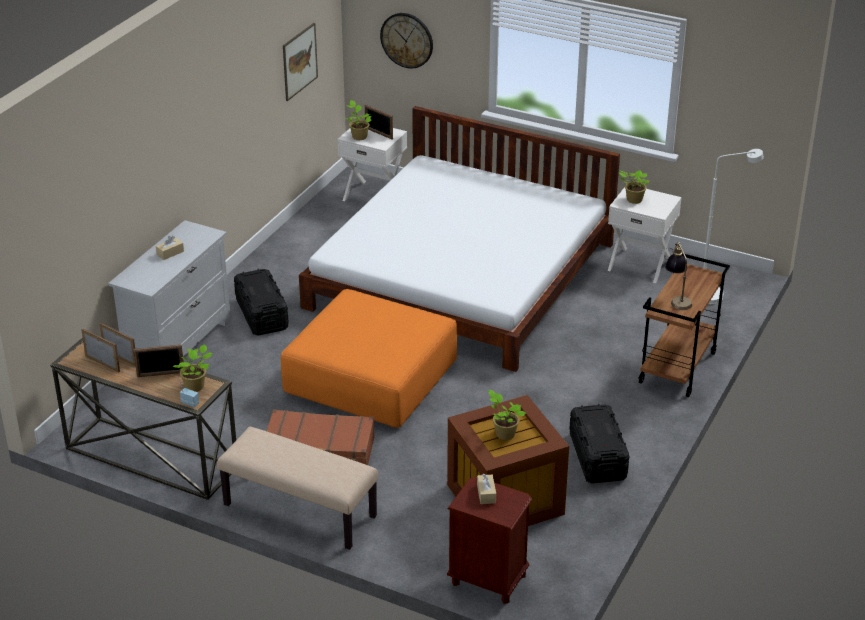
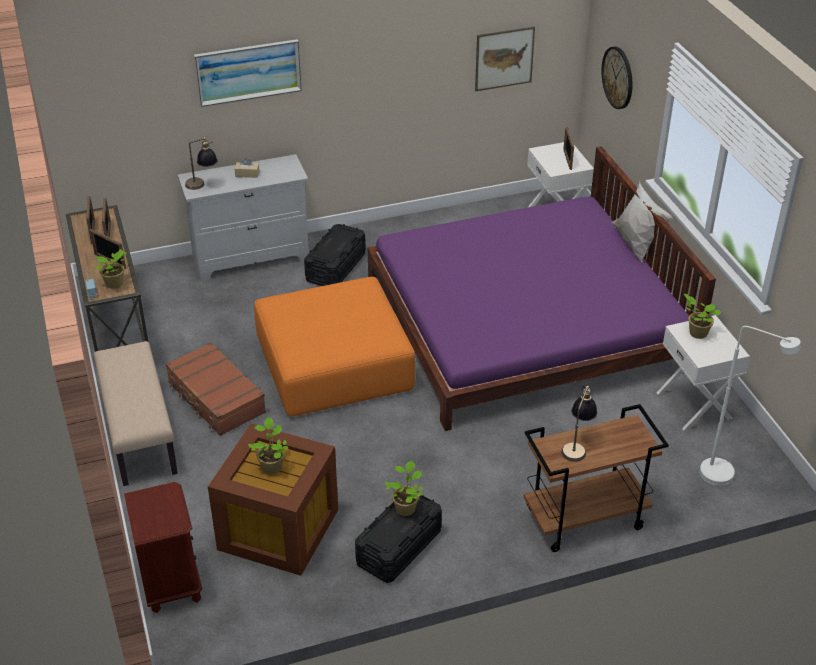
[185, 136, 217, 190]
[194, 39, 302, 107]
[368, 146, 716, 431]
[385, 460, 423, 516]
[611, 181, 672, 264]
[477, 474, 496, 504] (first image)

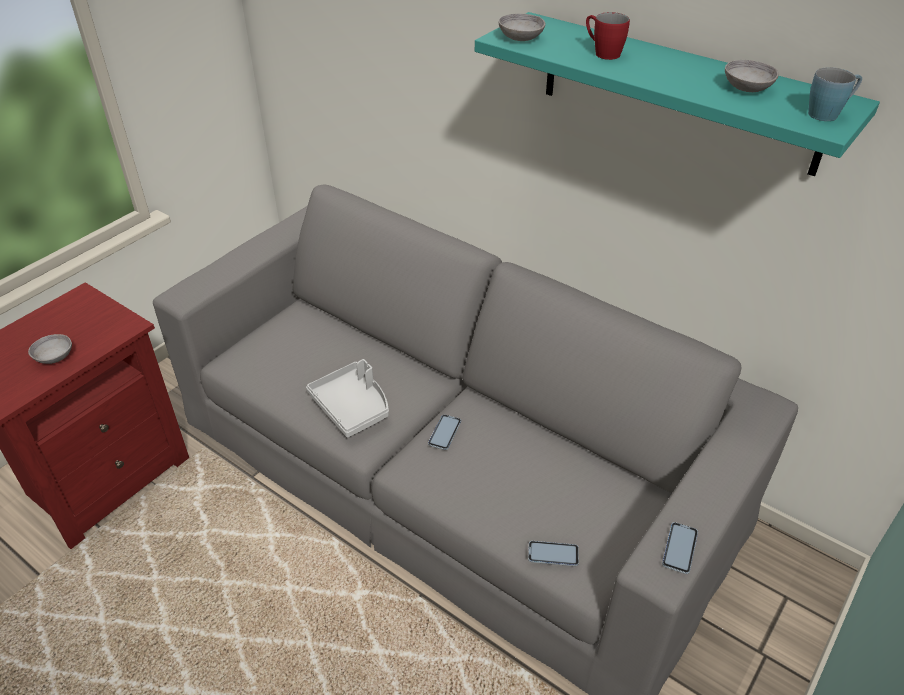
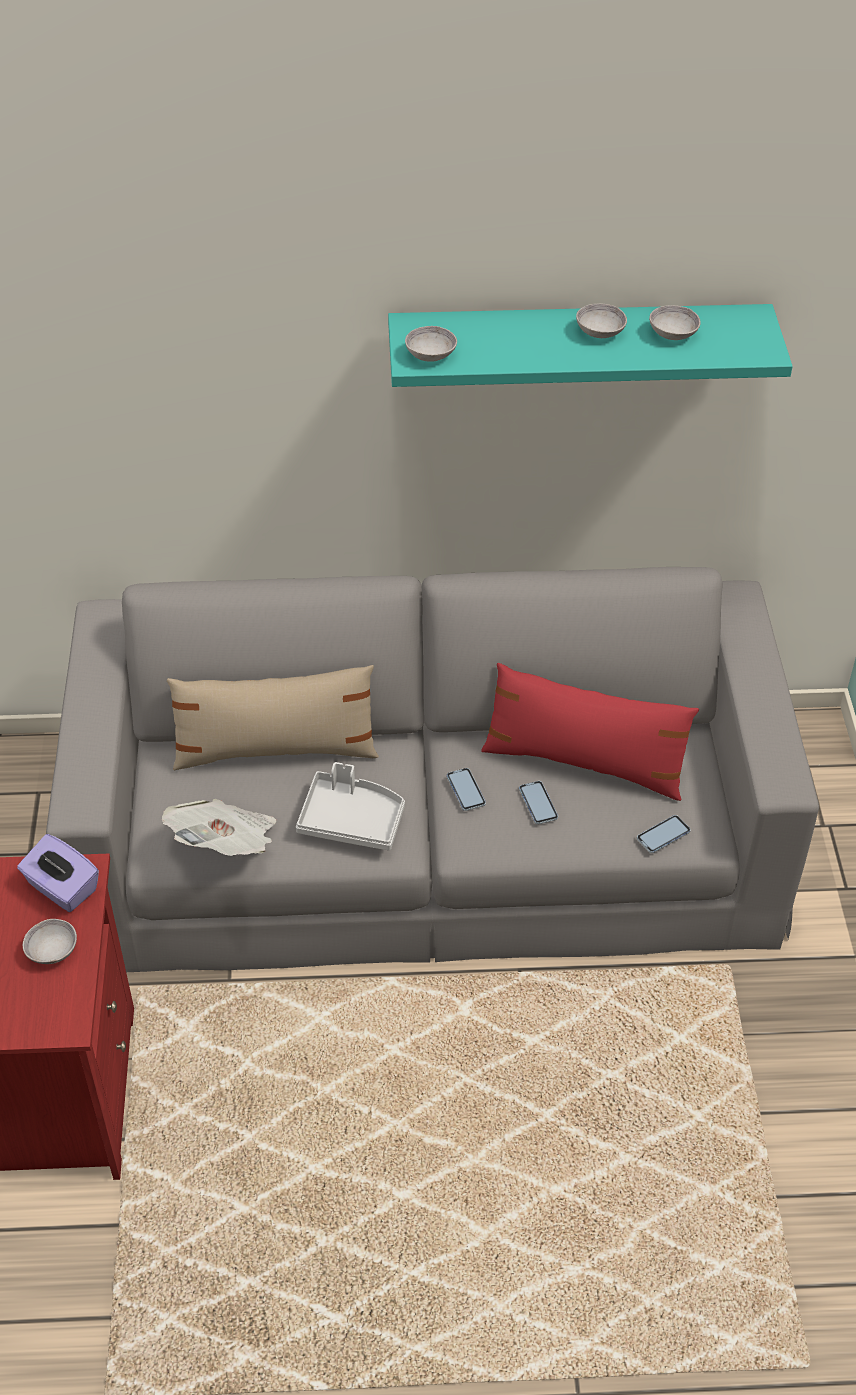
[17, 834, 99, 912]
[162, 799, 276, 856]
[167, 665, 379, 771]
[481, 663, 699, 801]
[519, 781, 558, 824]
[576, 303, 627, 338]
[586, 12, 630, 60] (first image)
[808, 67, 862, 121] (first image)

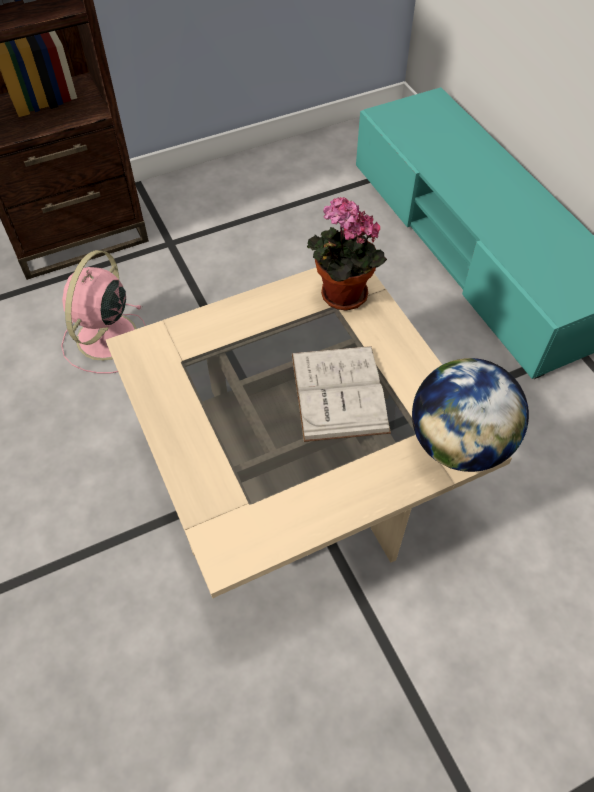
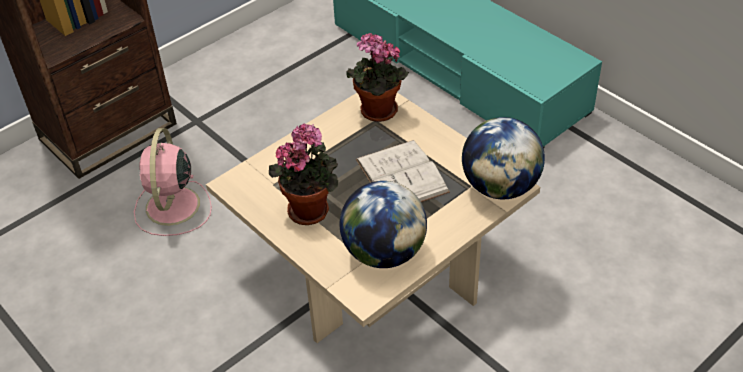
[269, 124, 338, 225]
[340, 181, 427, 268]

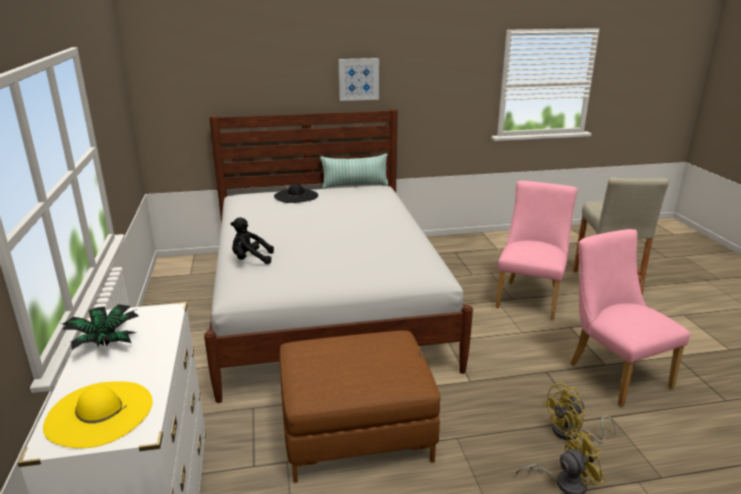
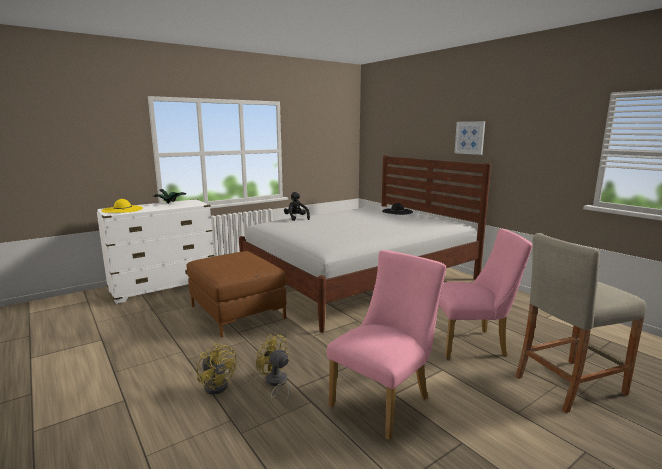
[320, 154, 388, 189] (first image)

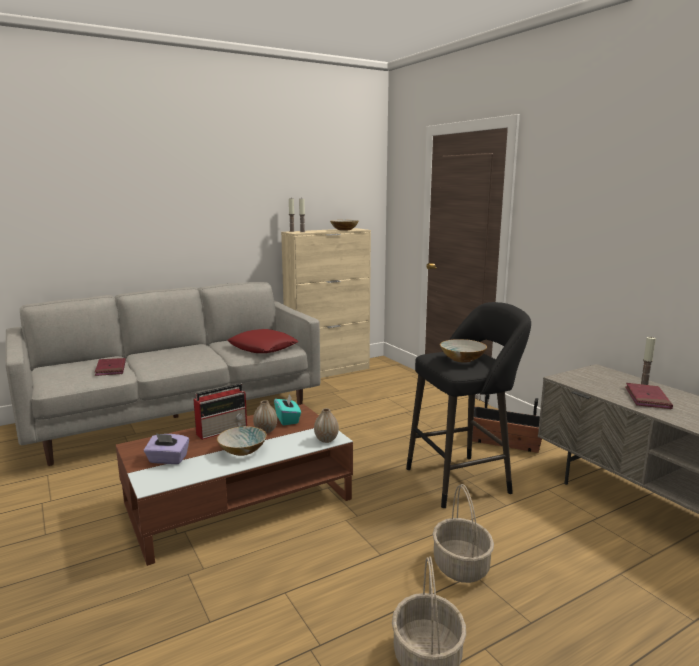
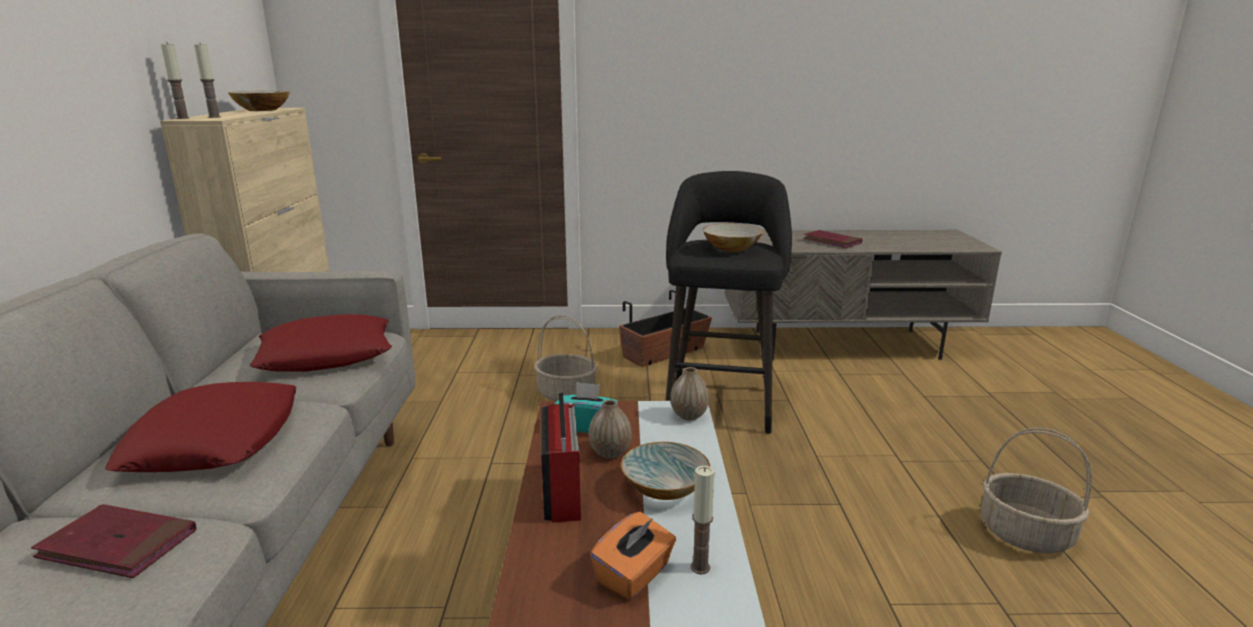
[105, 382, 297, 472]
[534, 315, 598, 401]
[590, 511, 676, 600]
[691, 466, 714, 574]

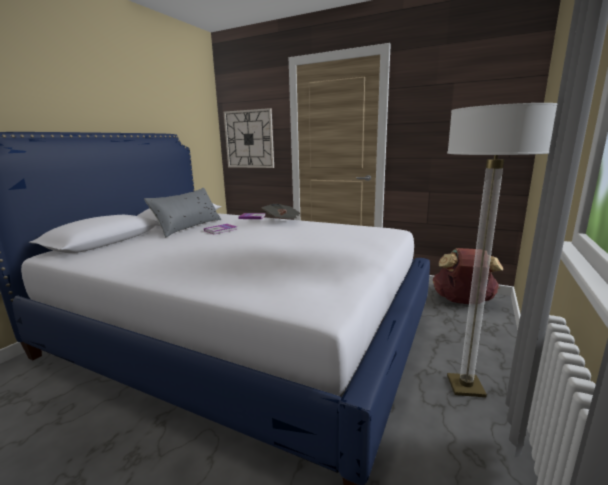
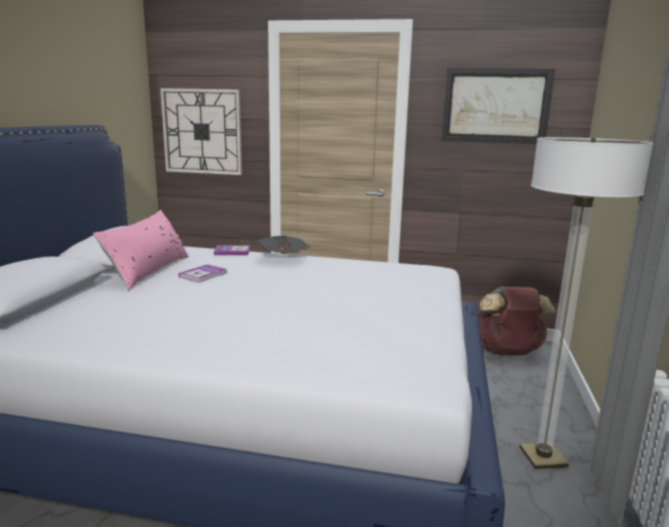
[93, 210, 189, 291]
[442, 68, 555, 144]

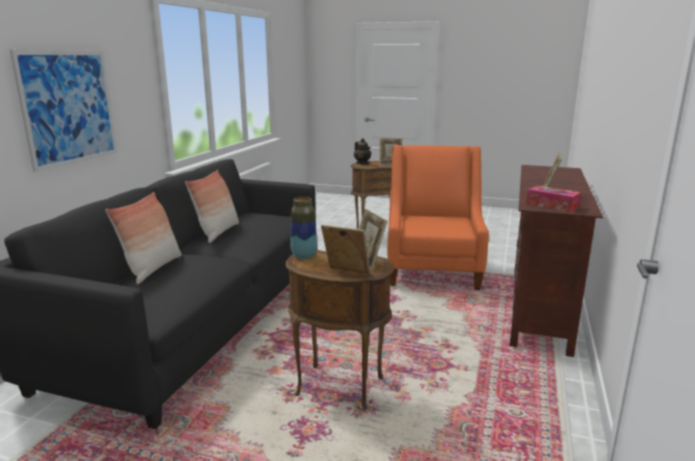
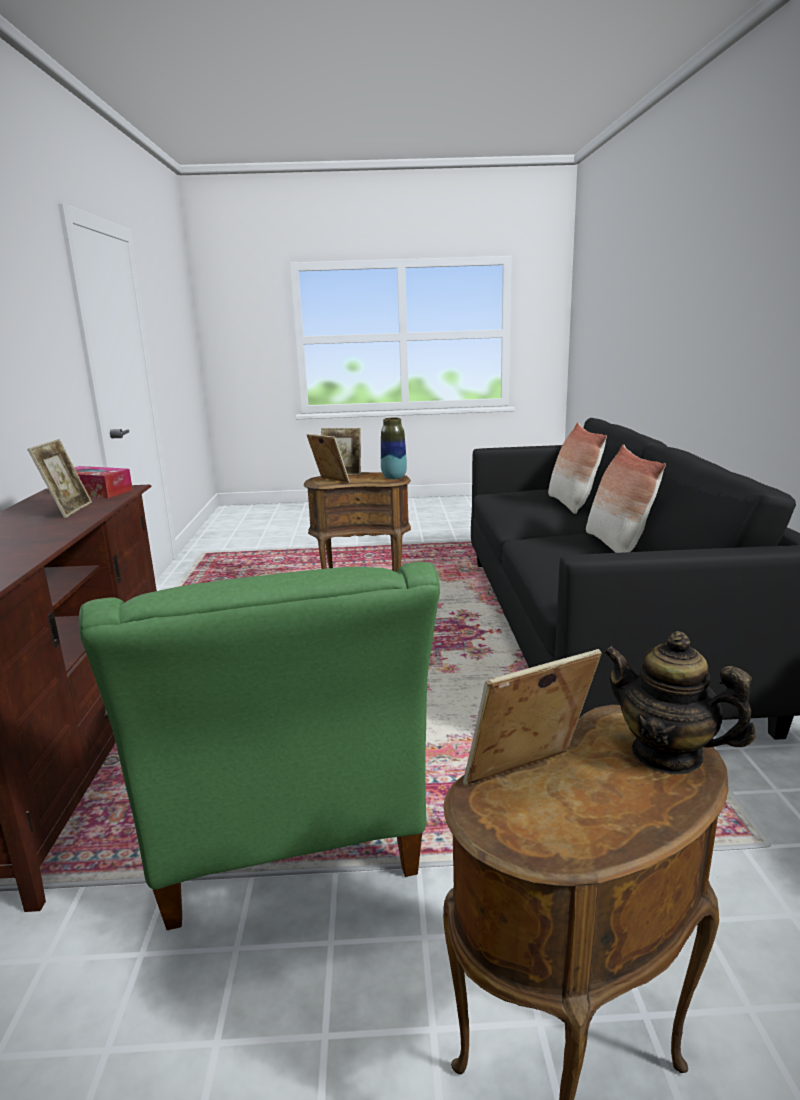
[79, 562, 440, 930]
[10, 50, 117, 172] (first image)

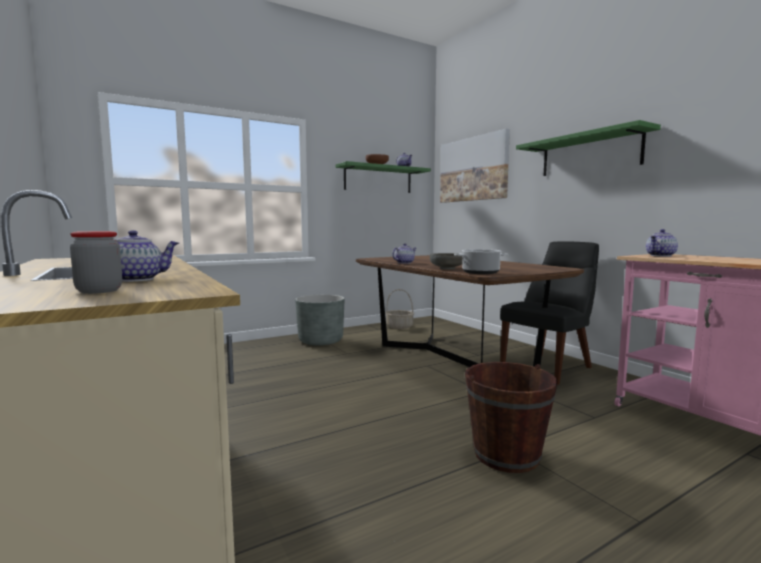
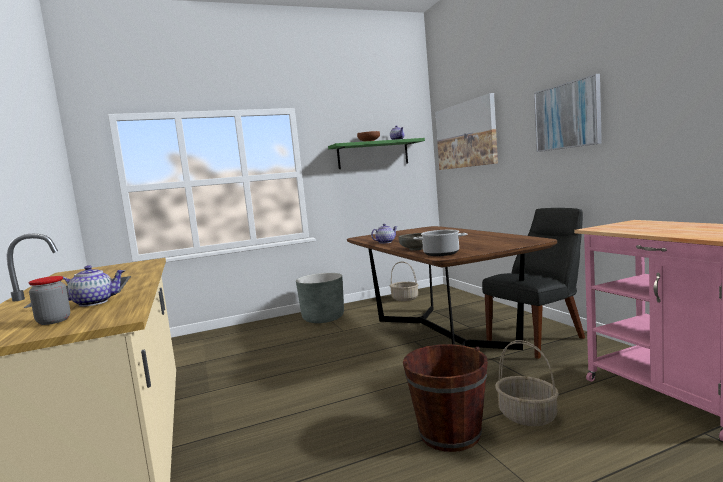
[495, 340, 559, 426]
[534, 74, 602, 152]
[646, 229, 678, 257] (first image)

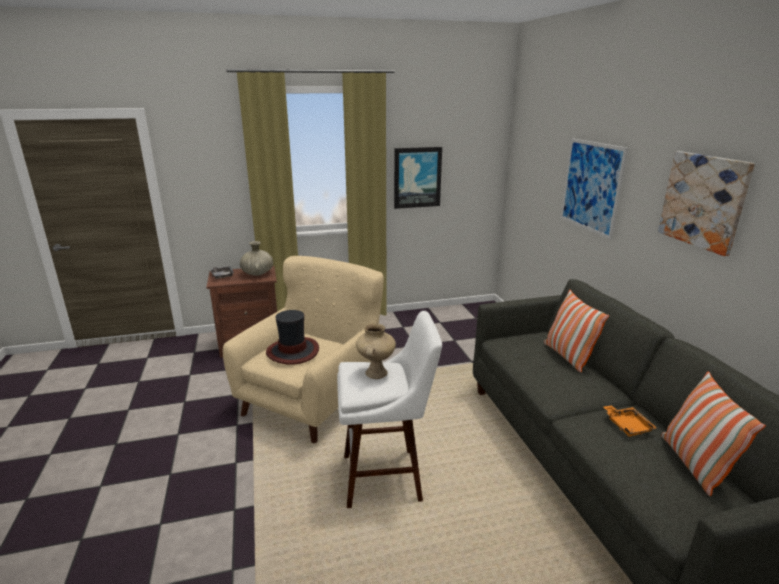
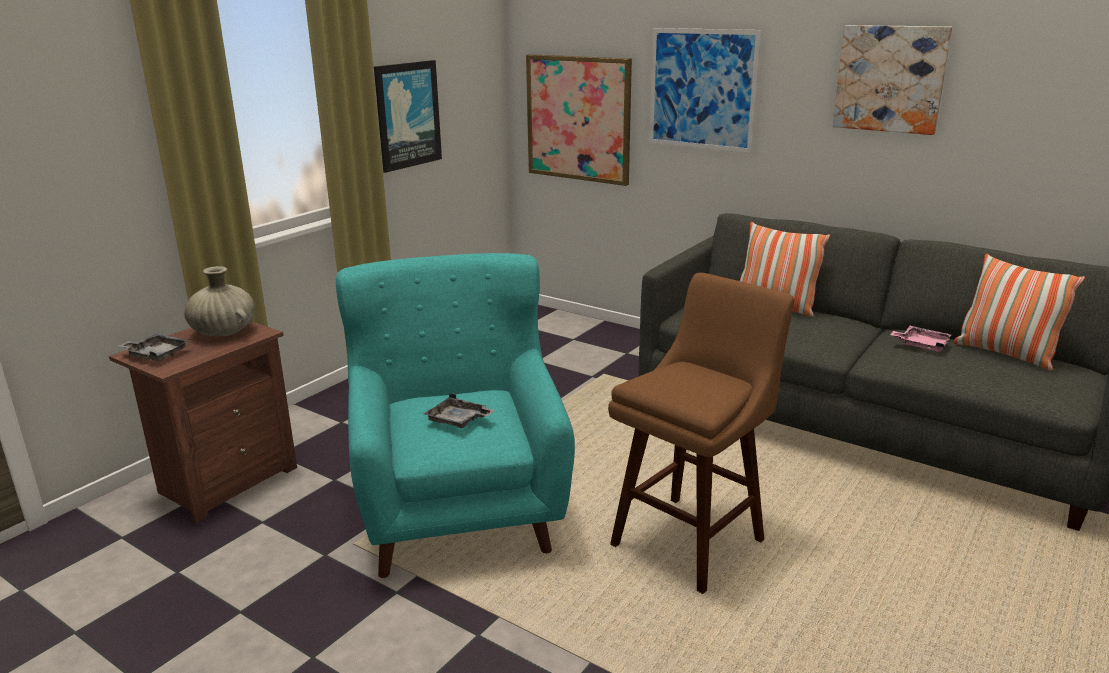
[336, 253, 575, 578]
[424, 393, 495, 428]
[526, 54, 632, 186]
[608, 273, 794, 594]
[890, 326, 951, 352]
[356, 323, 396, 379] (first image)

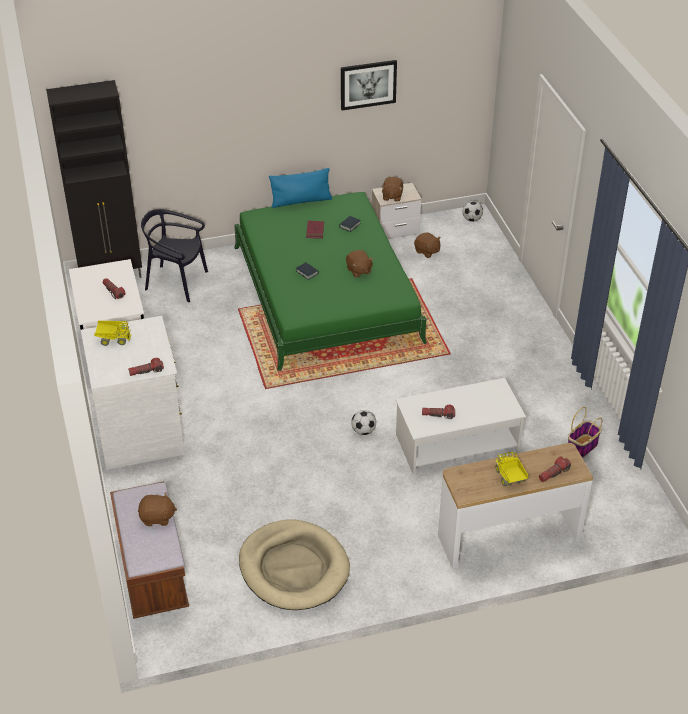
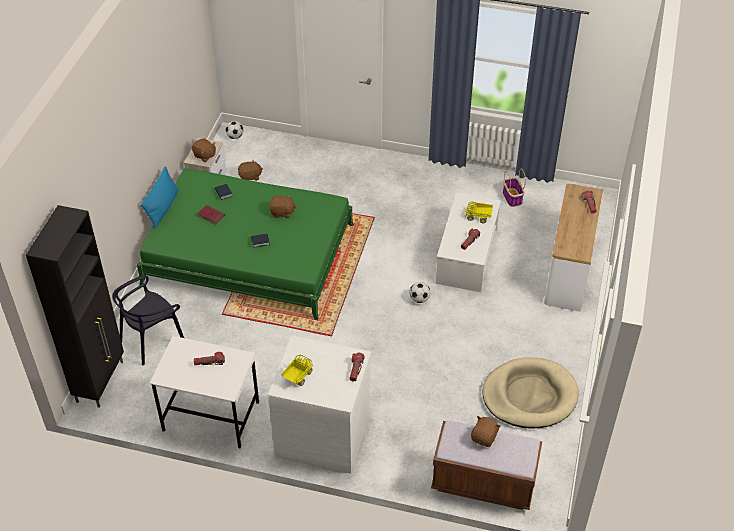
[465, 201, 493, 223]
[341, 60, 397, 110] (first image)

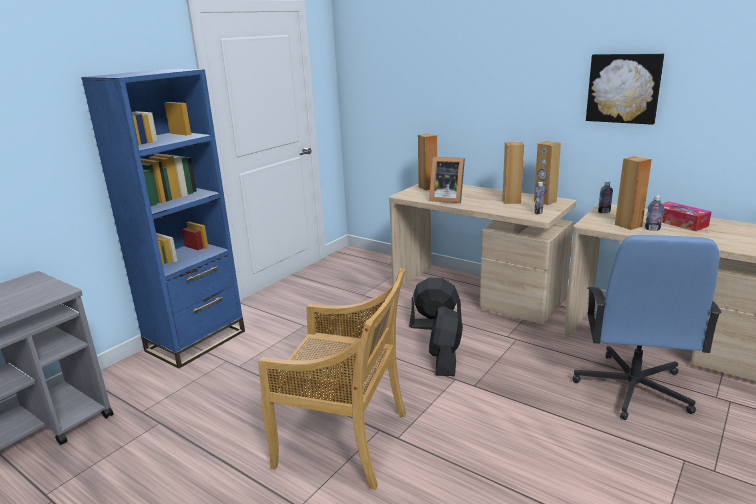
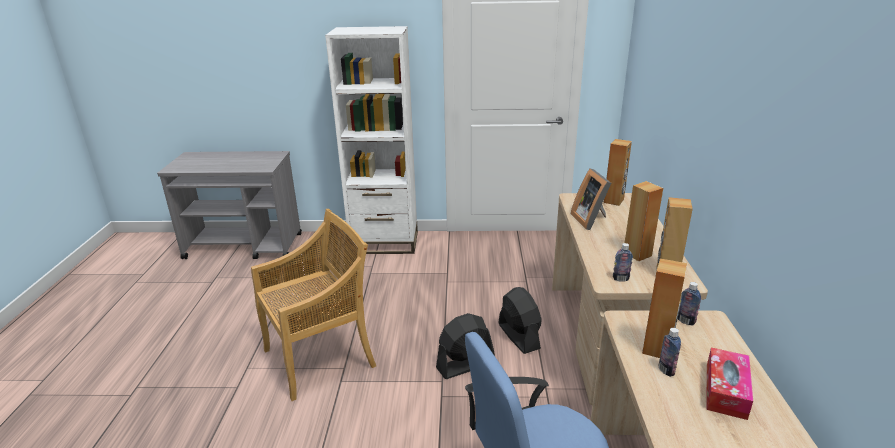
[251, 209, 376, 401]
[325, 26, 418, 254]
[586, 54, 664, 125] (first image)

